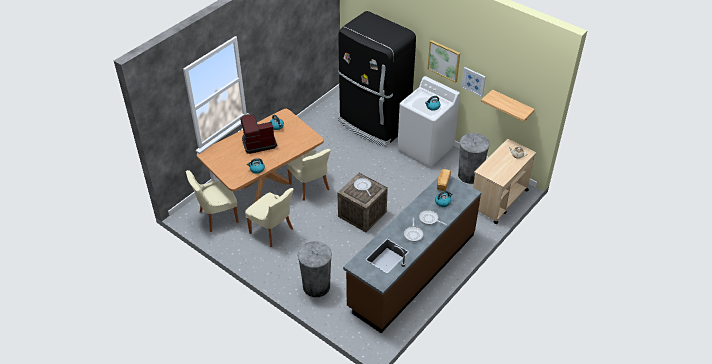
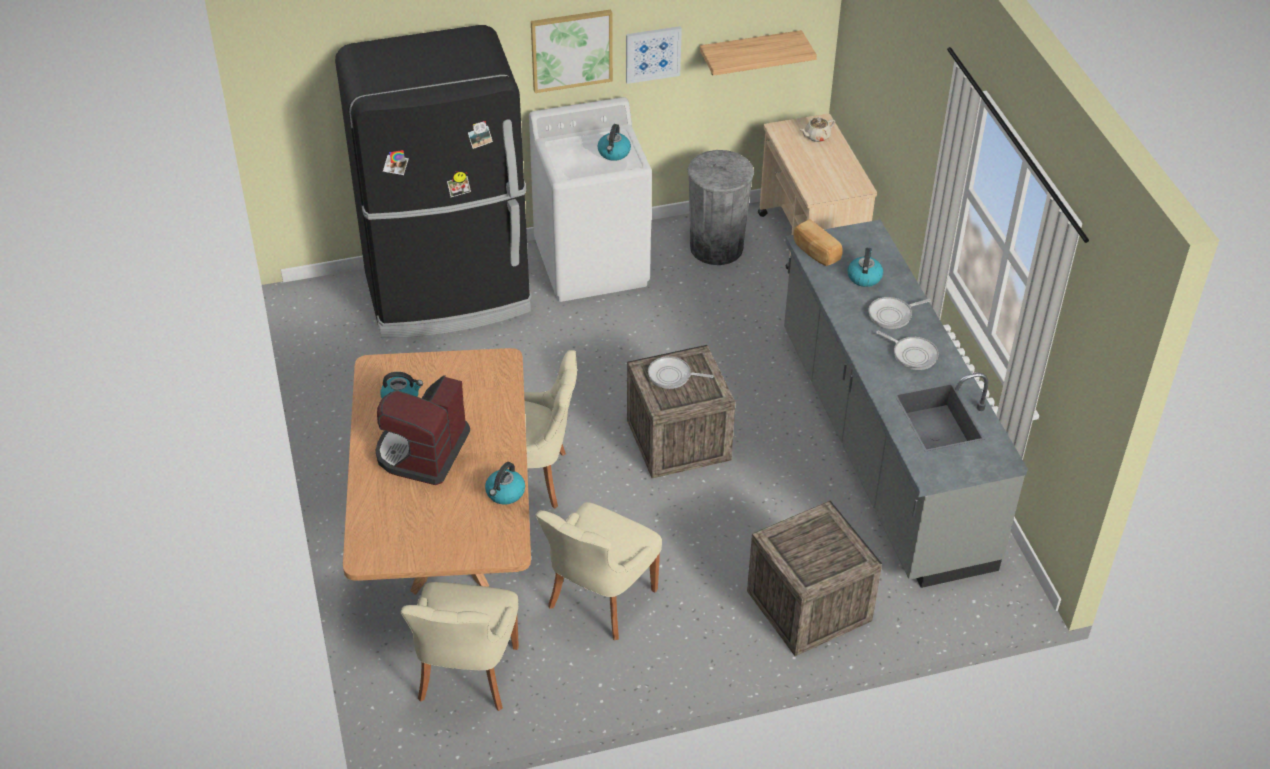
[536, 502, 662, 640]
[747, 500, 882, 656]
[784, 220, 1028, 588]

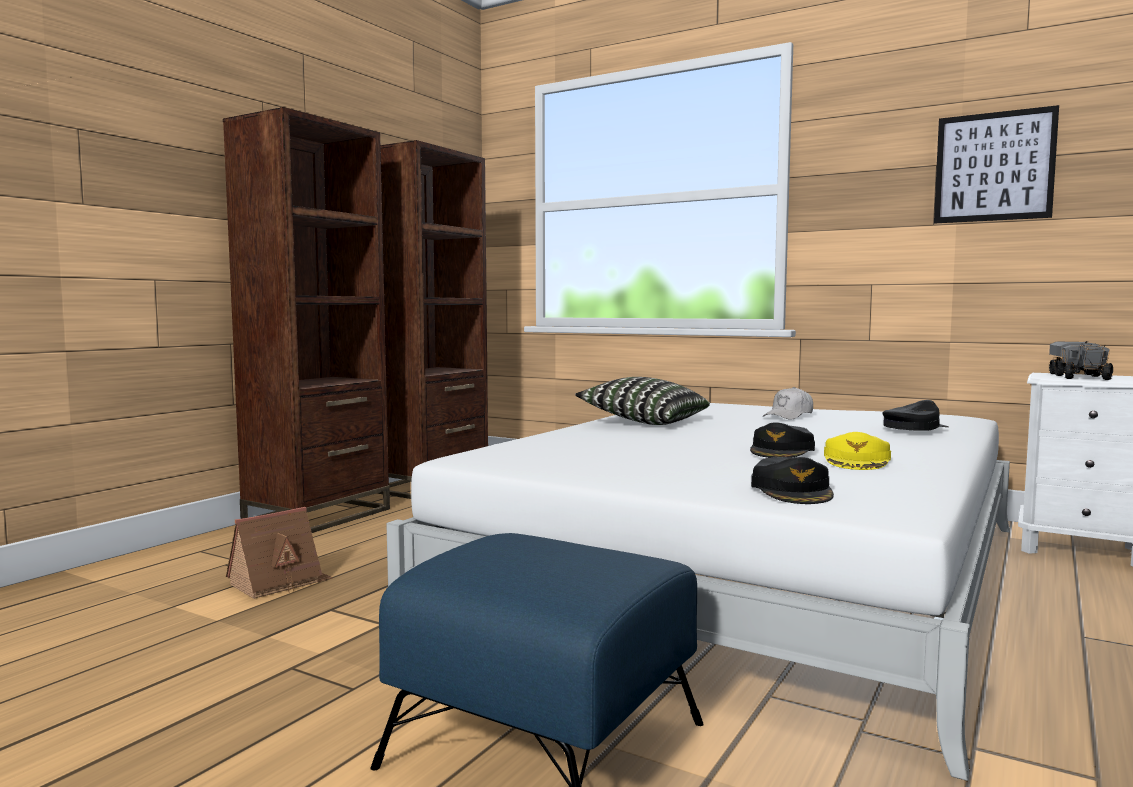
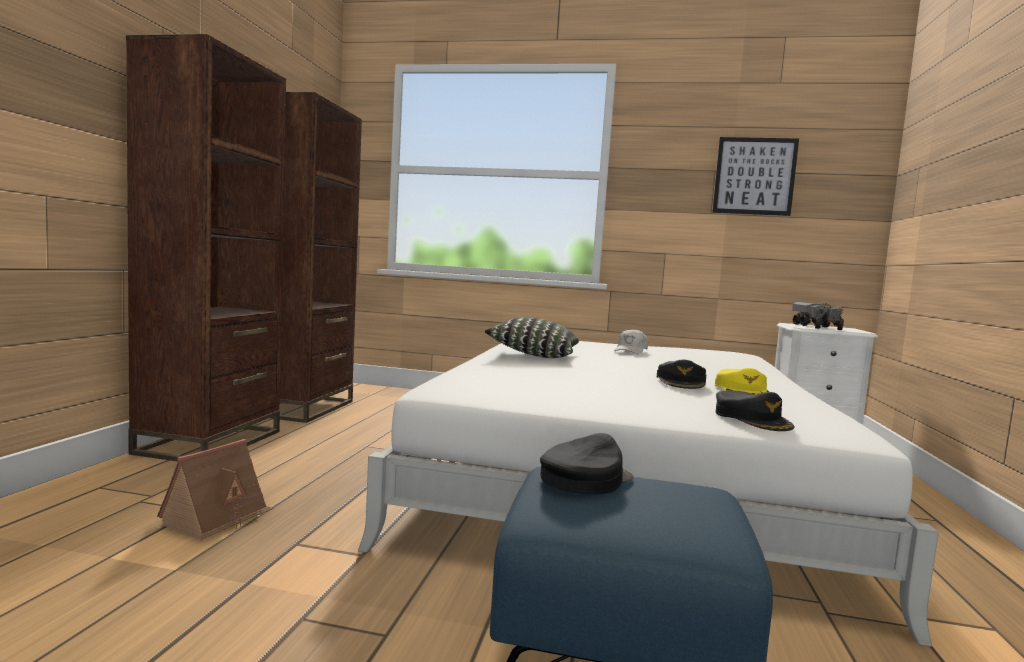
[540, 433, 634, 495]

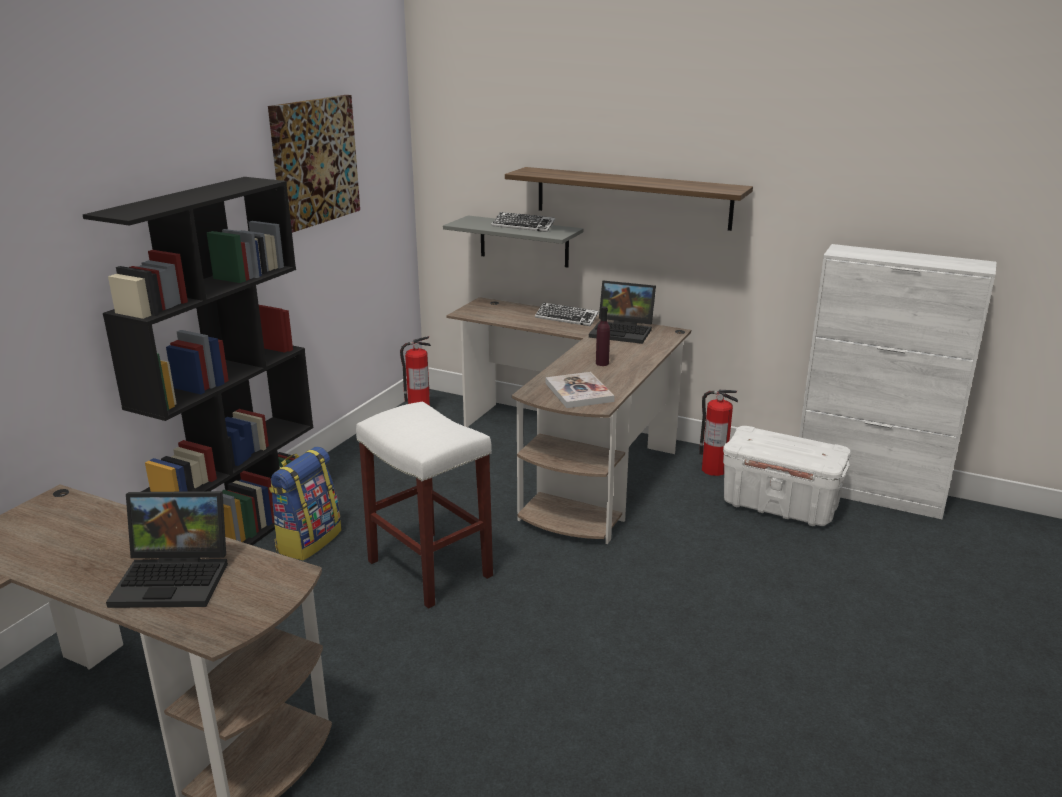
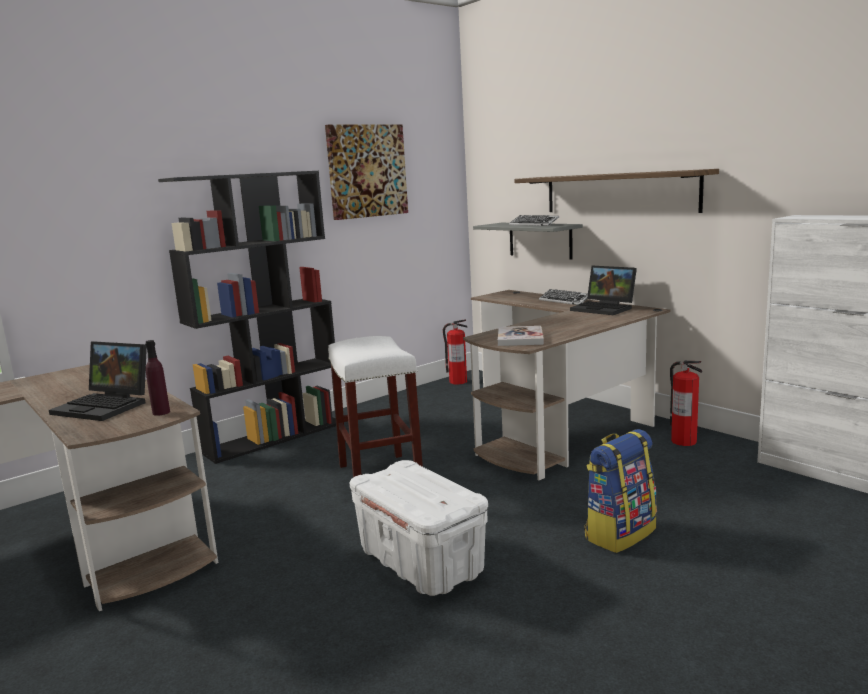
[145, 340, 170, 416]
[350, 460, 488, 596]
[584, 429, 657, 553]

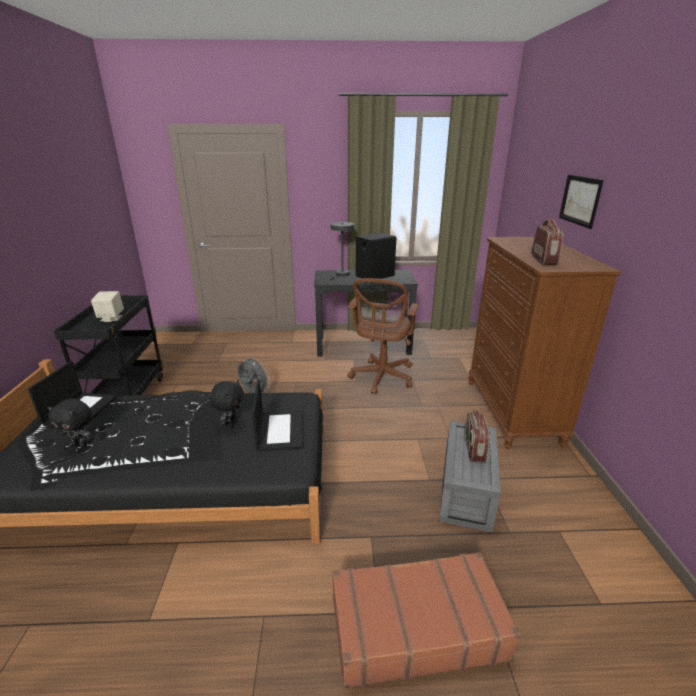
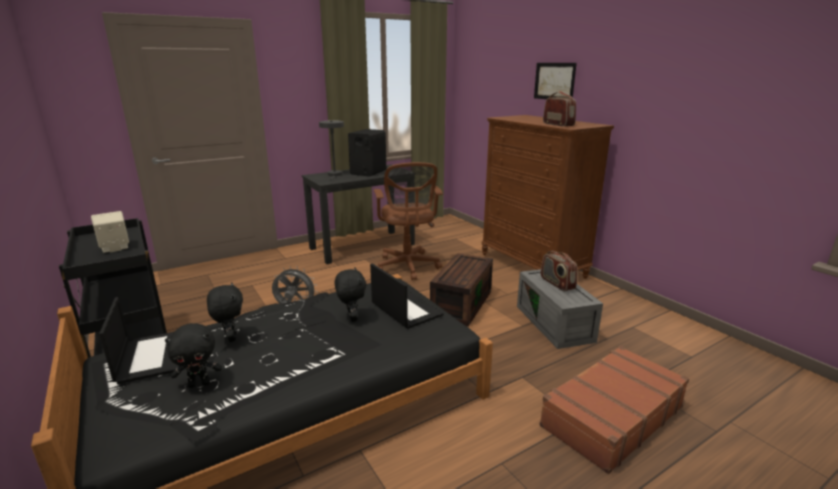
[207, 282, 243, 342]
[430, 253, 493, 327]

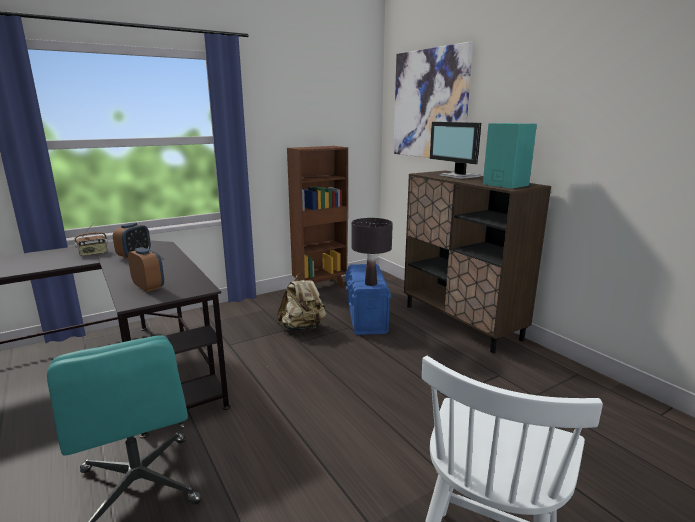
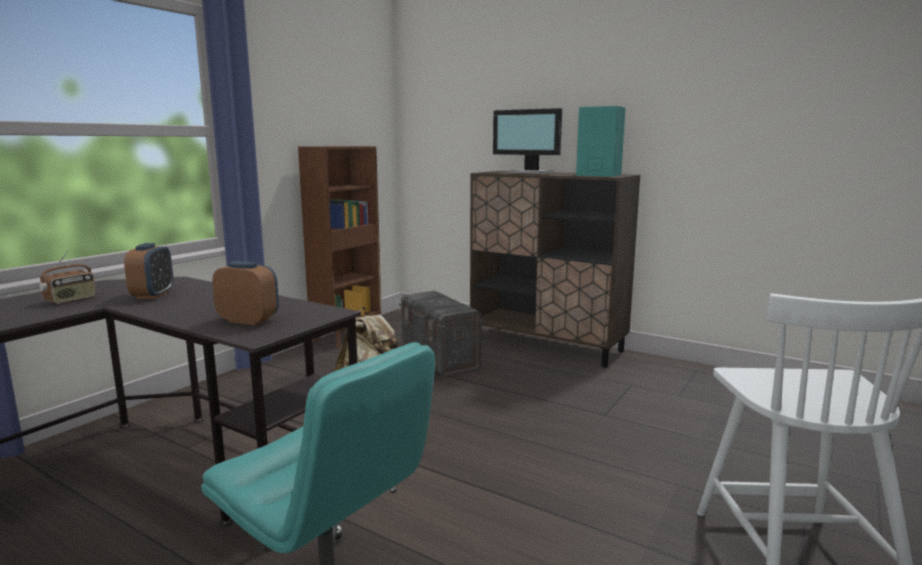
[399, 291, 484, 377]
[352, 218, 393, 286] (first image)
[393, 42, 473, 158] (first image)

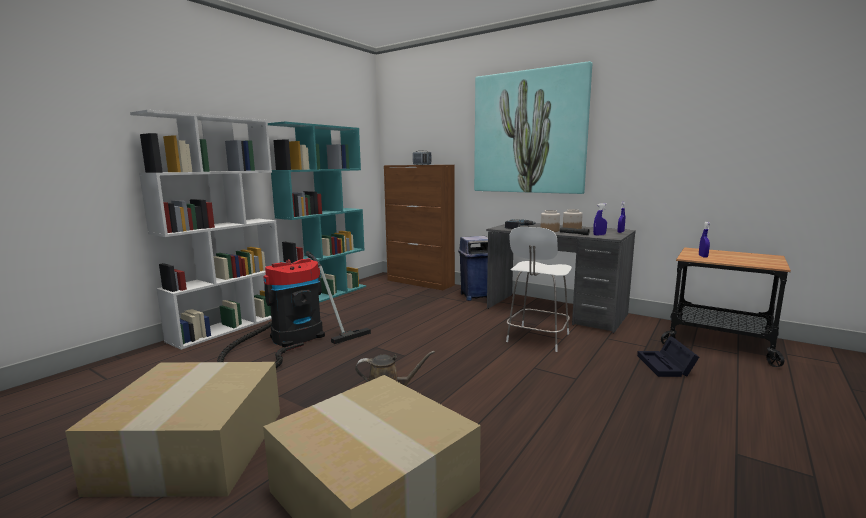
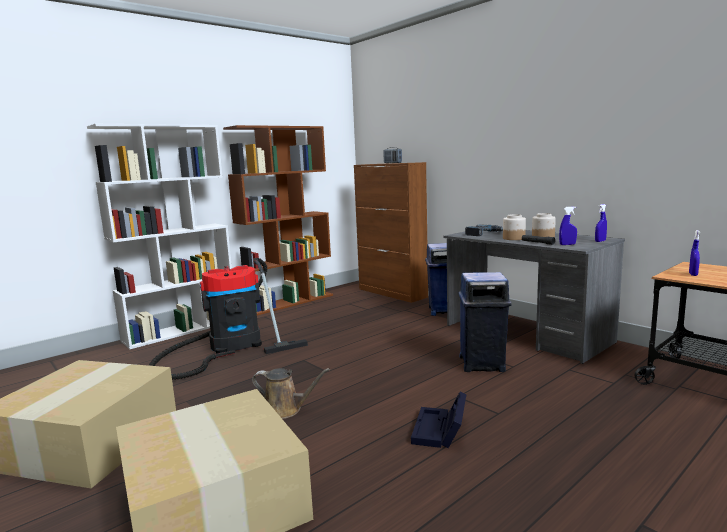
[223, 125, 333, 316]
[411, 392, 466, 448]
[458, 272, 511, 372]
[474, 61, 592, 194] (first image)

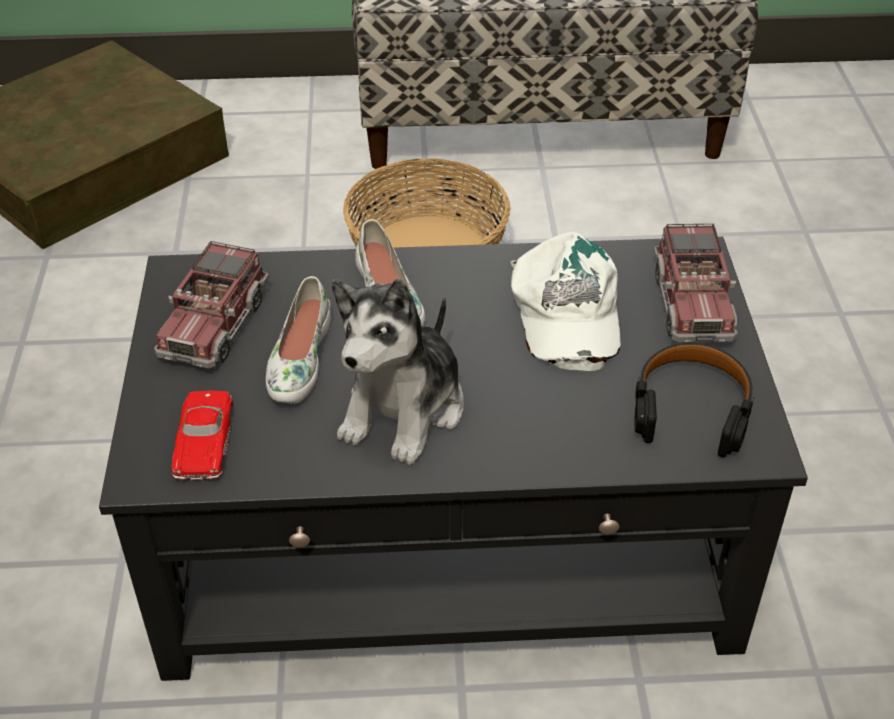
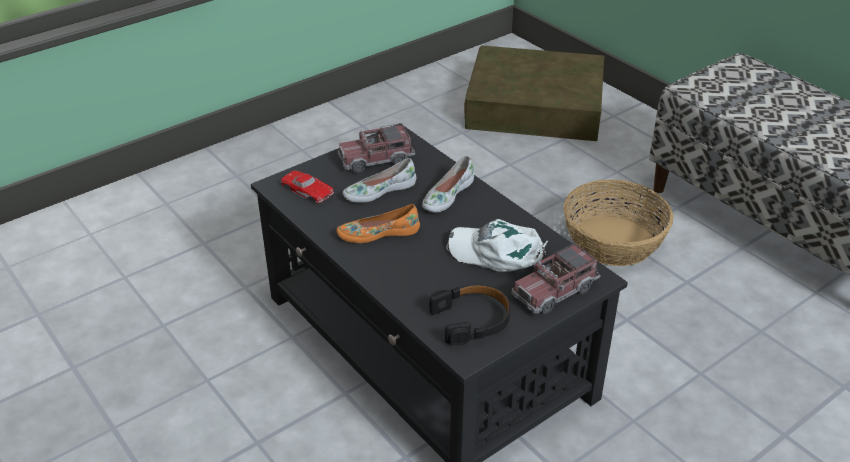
[281, 171, 334, 204]
[336, 204, 420, 243]
[446, 219, 548, 272]

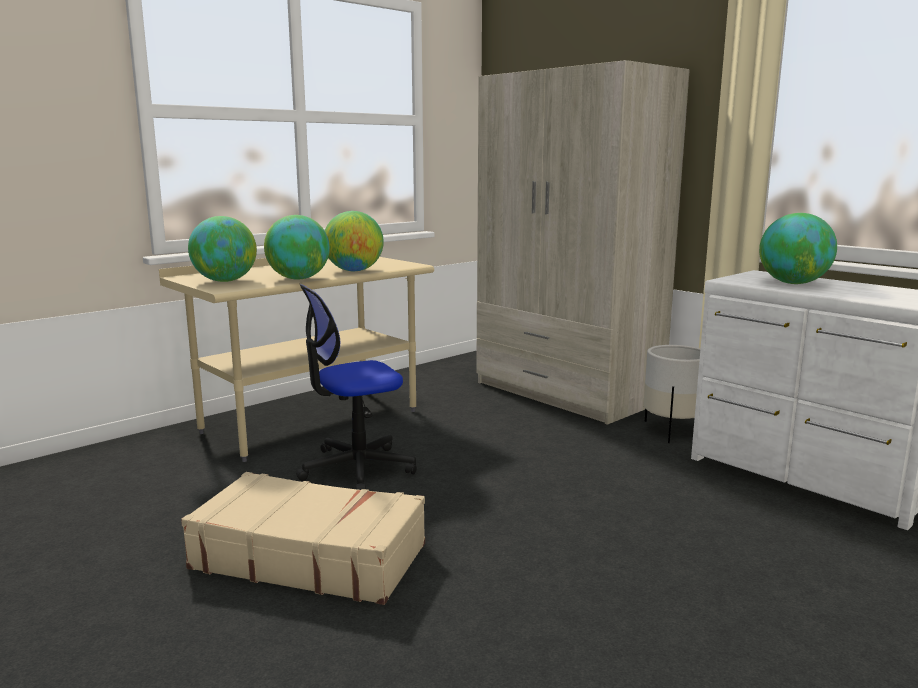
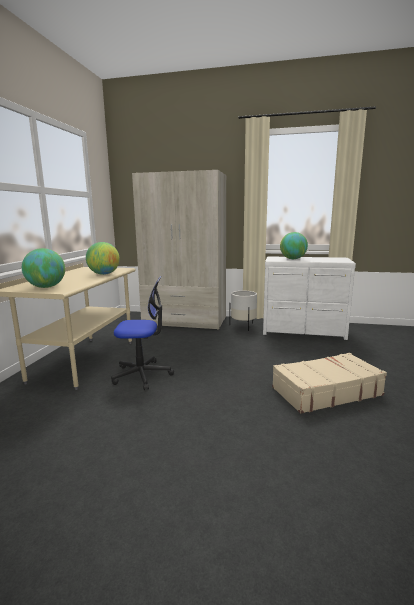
[111, 276, 174, 390]
[272, 353, 387, 414]
[264, 215, 330, 280] (first image)

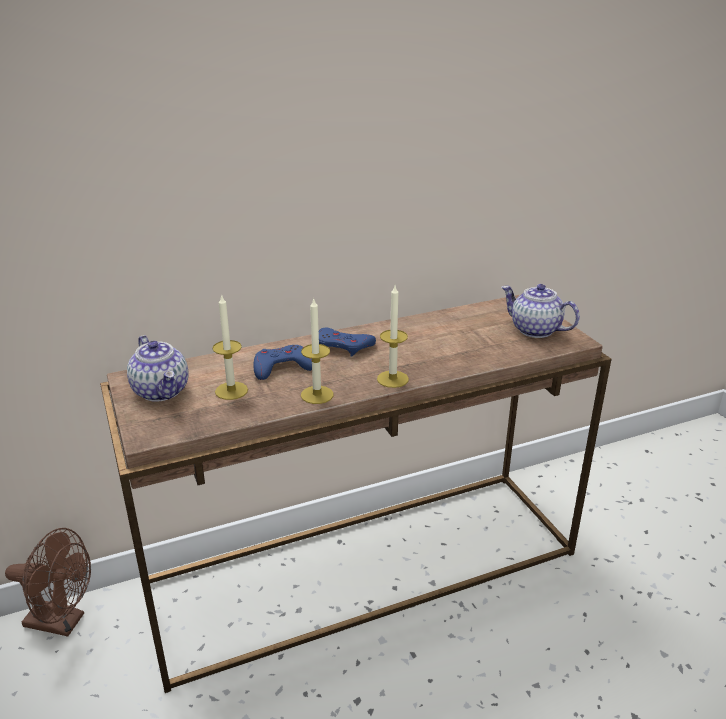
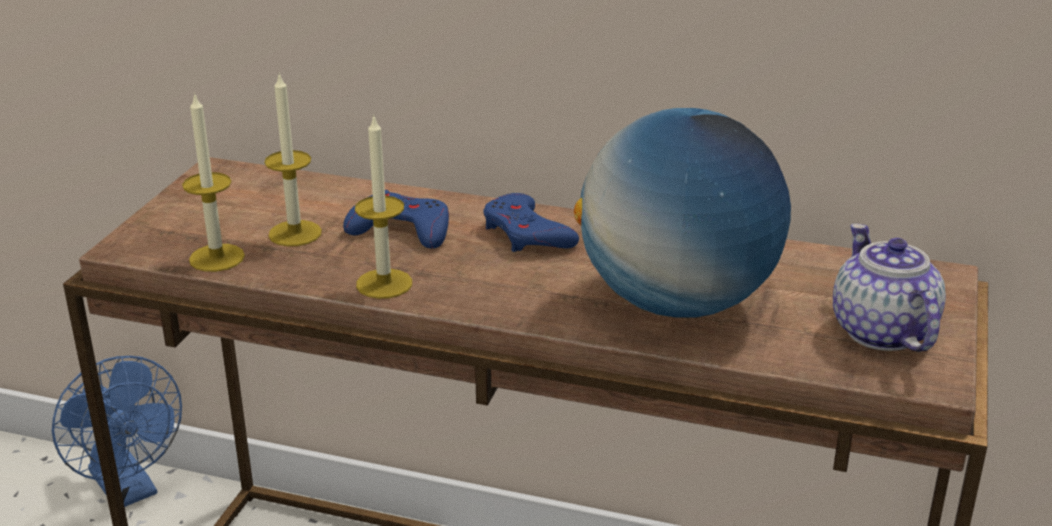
[52, 356, 182, 507]
[182, 92, 245, 272]
[574, 108, 791, 318]
[127, 335, 188, 402] (first image)

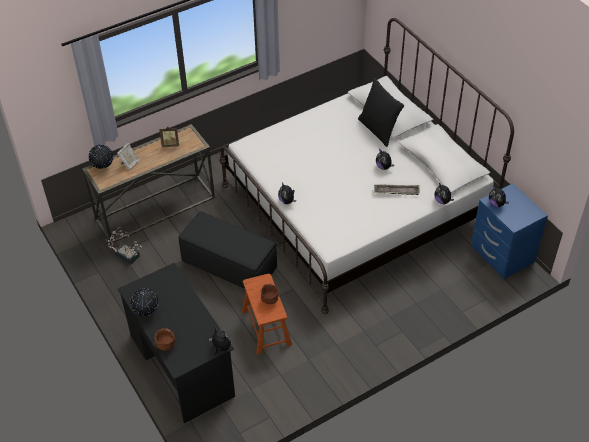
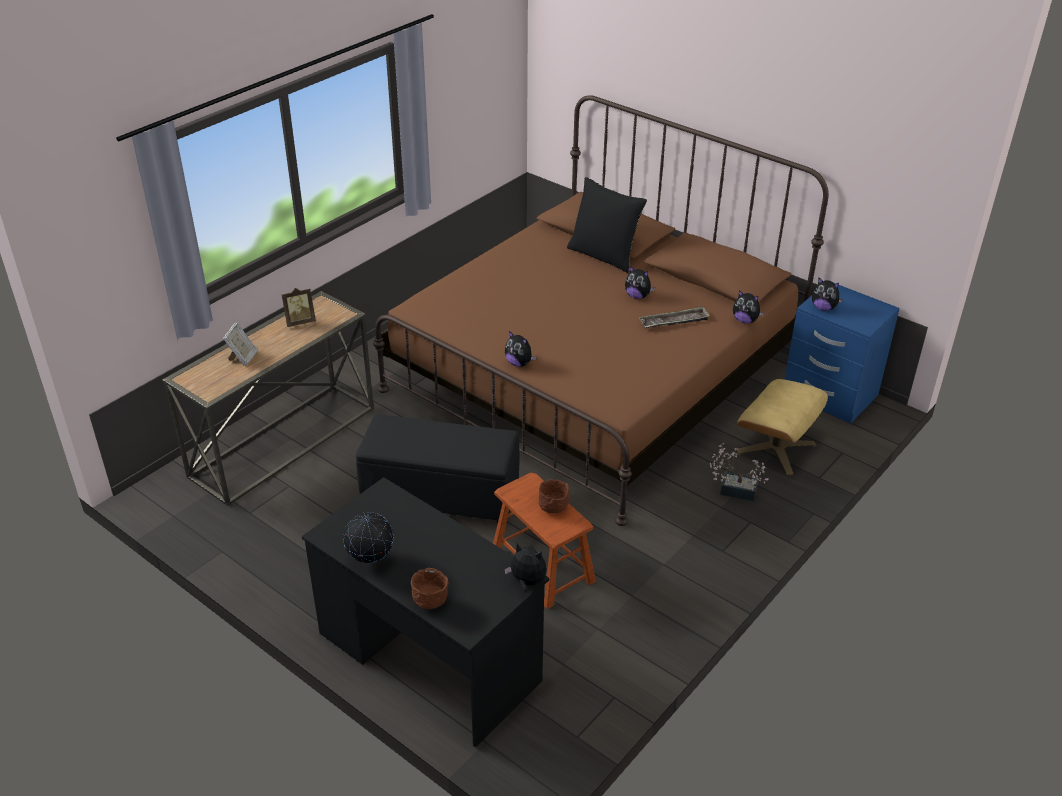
[373, 95, 829, 526]
[710, 443, 768, 501]
[736, 379, 828, 476]
[89, 145, 113, 169] (first image)

